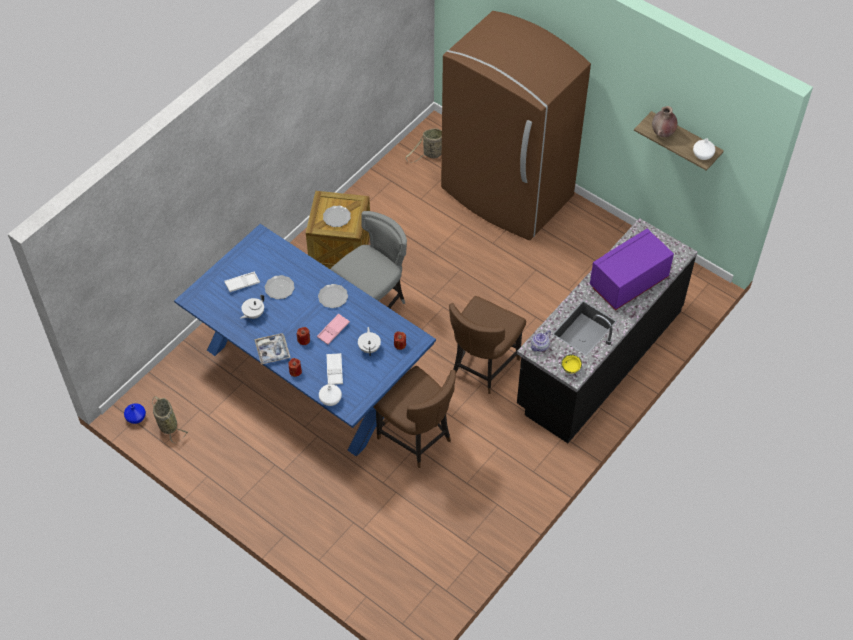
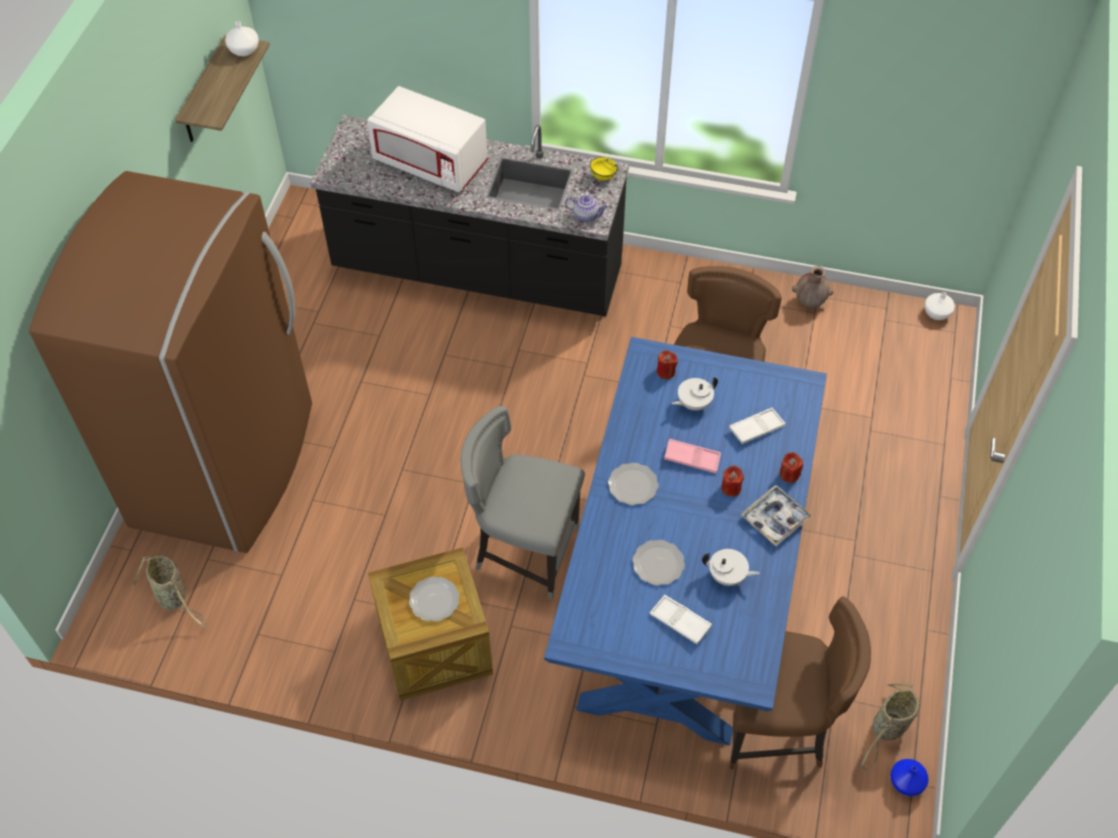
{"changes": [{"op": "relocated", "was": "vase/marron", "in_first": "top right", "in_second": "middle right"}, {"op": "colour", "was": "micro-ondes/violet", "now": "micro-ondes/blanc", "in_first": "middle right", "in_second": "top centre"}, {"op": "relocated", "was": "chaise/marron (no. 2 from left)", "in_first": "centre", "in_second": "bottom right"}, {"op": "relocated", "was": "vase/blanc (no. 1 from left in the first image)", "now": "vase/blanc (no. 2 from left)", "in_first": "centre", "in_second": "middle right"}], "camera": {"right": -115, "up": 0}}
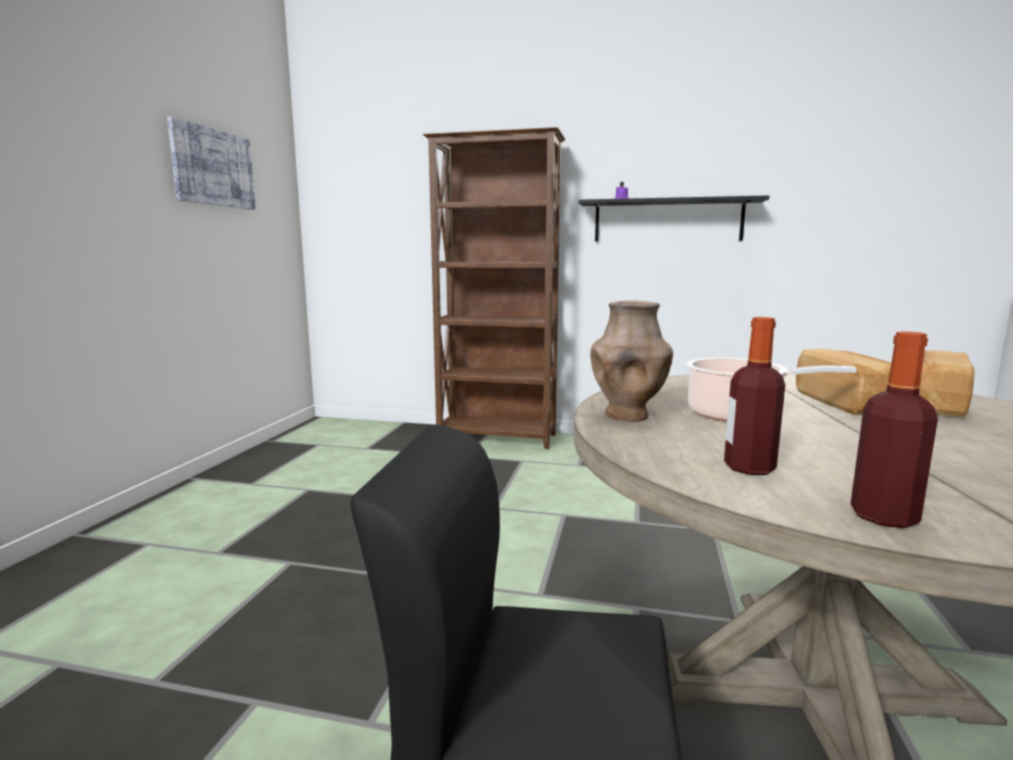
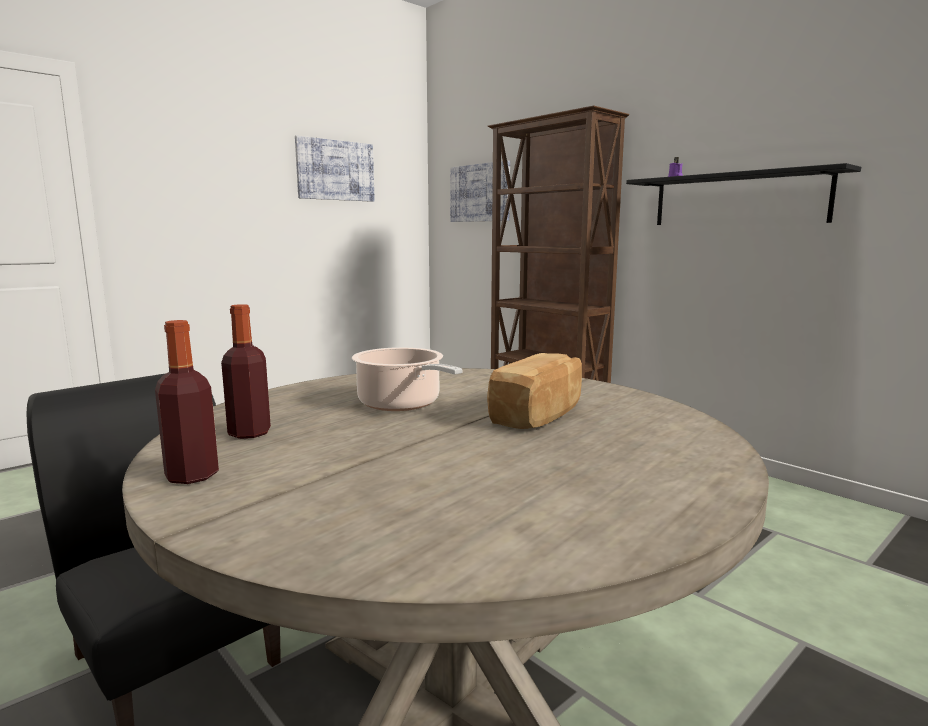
{"changes": [{"op": "missing", "was": "vase/marron", "in_first": "centre"}, {"op": "missing", "was": "pain (no. 2 from left)", "in_first": "middle right"}, {"op": "appeared", "now": "tableau (no. 2 from left)", "in_second": "top centre"}], "camera": {"right": 35, "up": 0}}
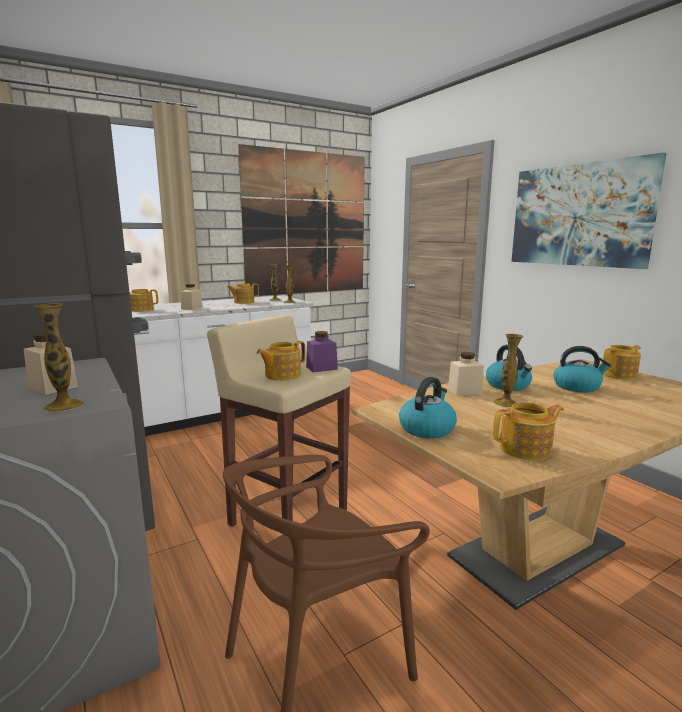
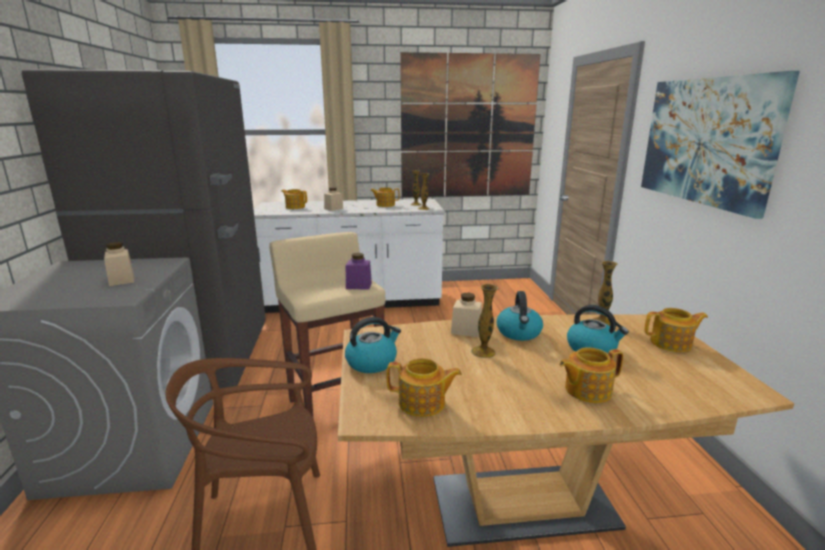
{"changes": [{"op": "relocated", "was": "vase (no. 1 from left in the first image)", "now": "vase (no. 4 from left)", "in_first": "middle left", "in_second": "middle right"}, {"op": "relocated", "was": "théière (no. 3 from left in the first image)", "now": "théière (no. 4 from left)", "in_first": "centre", "in_second": "bottom right"}], "camera": {"right": 25, "up": 5}}
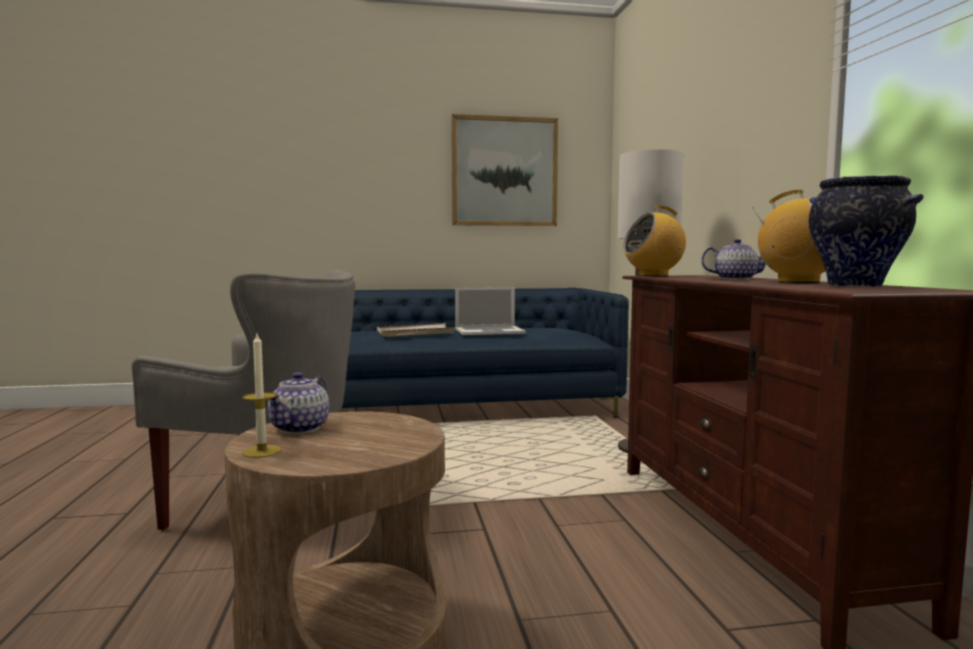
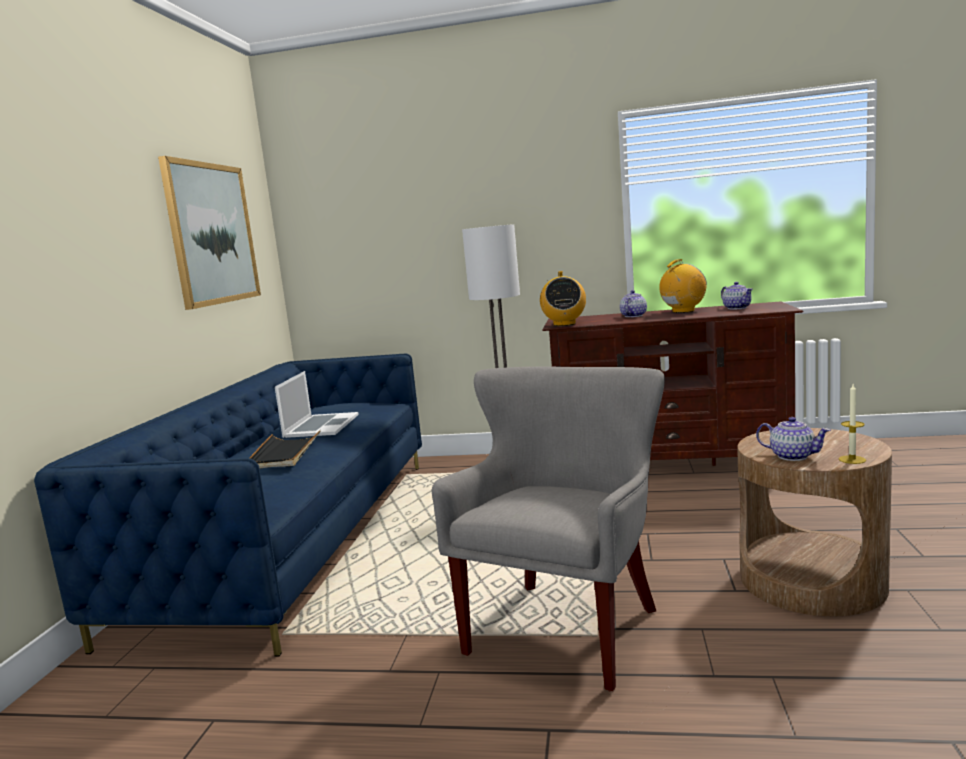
{"changes": [{"op": "exchanged", "was": "vase", "now": "théière (no. 2 from left)", "in_first": "middle right", "in_second": "middle right"}, {"op": "colour", "was": "plateau/blanc", "now": "plateau/noir", "in_first": "centre", "in_second": "middle left"}], "camera": {"right": -70, "up": 5}}
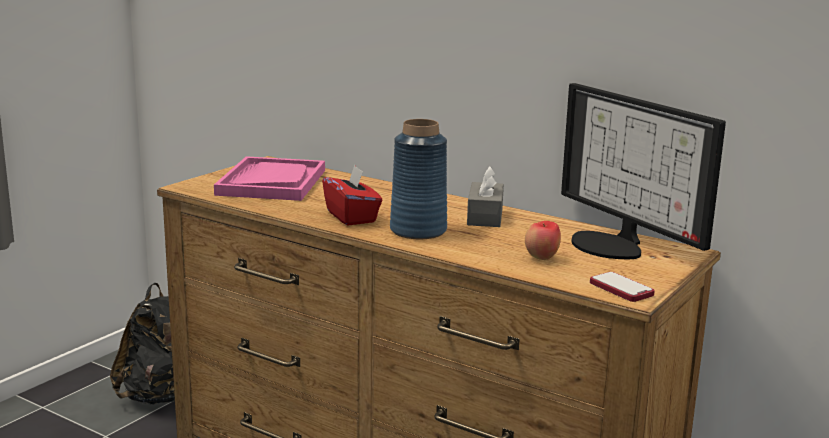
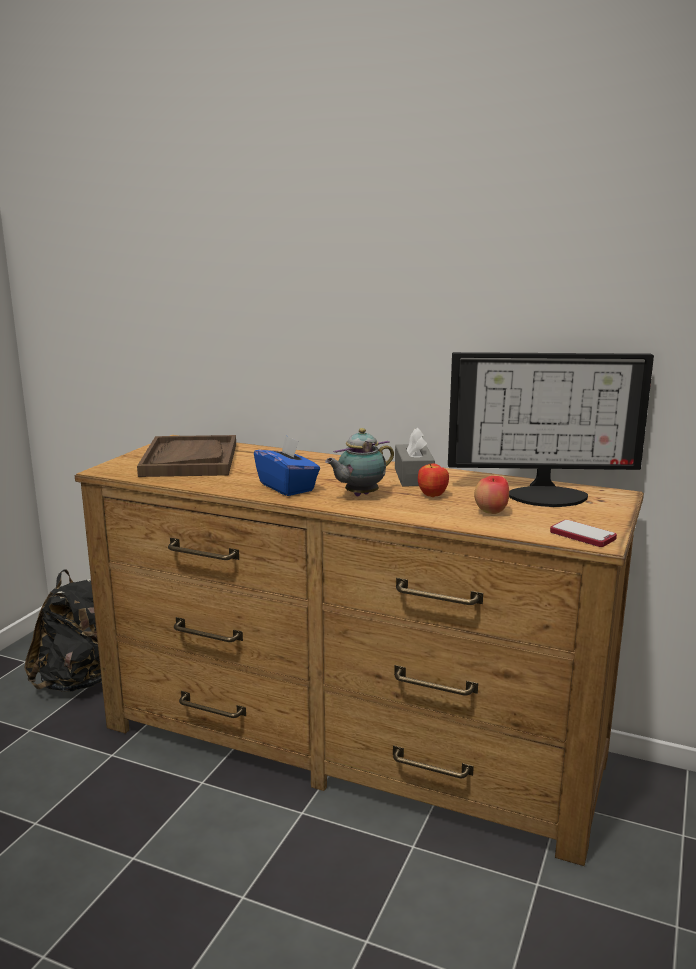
{"changes": [{"op": "spun", "was": "écran d'ordinateur", "in_first": "middle right", "in_second": "middle right", "clockwise": -45}, {"op": "exchanged", "was": "vase/bleu", "now": "théière", "in_first": "centre", "in_second": "centre"}, {"op": "colour", "was": "plateau/rose", "now": "plateau/marron", "in_first": "middle left", "in_second": "middle left"}, {"op": "colour", "was": "boîte à mouchoirs/rouge", "now": "boîte à mouchoirs/bleu", "in_first": "centre", "in_second": "centre"}, {"op": "appeared", "now": "pomme (no. 1 from left)", "in_second": "centre"}], "camera": {"right": -10, "up": 0}}
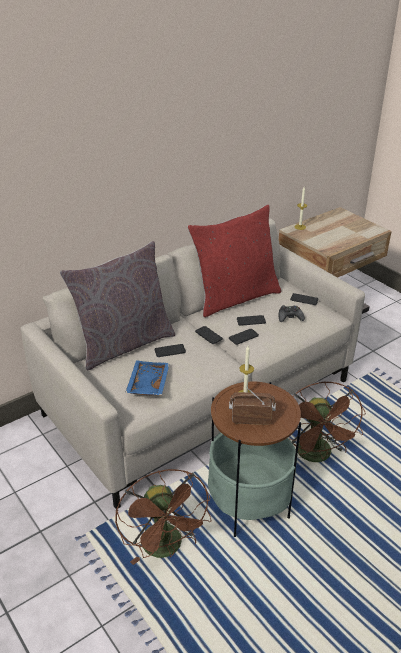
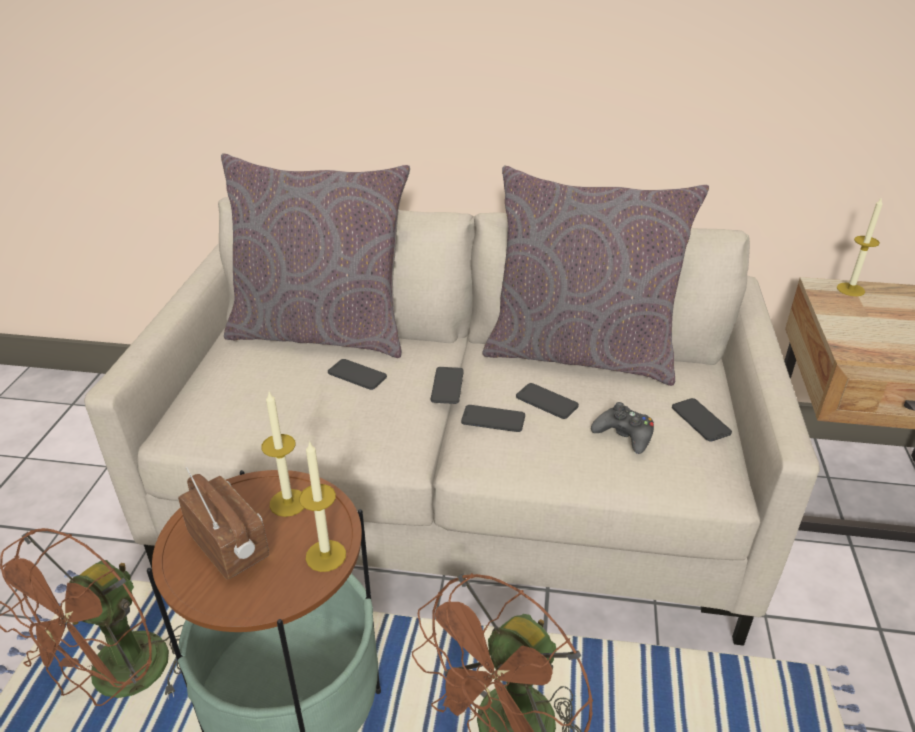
{"changes": [{"op": "colour", "was": "coussin/rouge", "now": "coussin/gris (no. 2 from left)", "in_first": "centre", "in_second": "centre"}, {"op": "missing", "was": "plateau/bleu", "in_first": "centre"}, {"op": "appeared", "now": "bougie (no. 2 from left)", "in_second": "bottom centre"}], "camera": {"right": 45, "up": 0}}
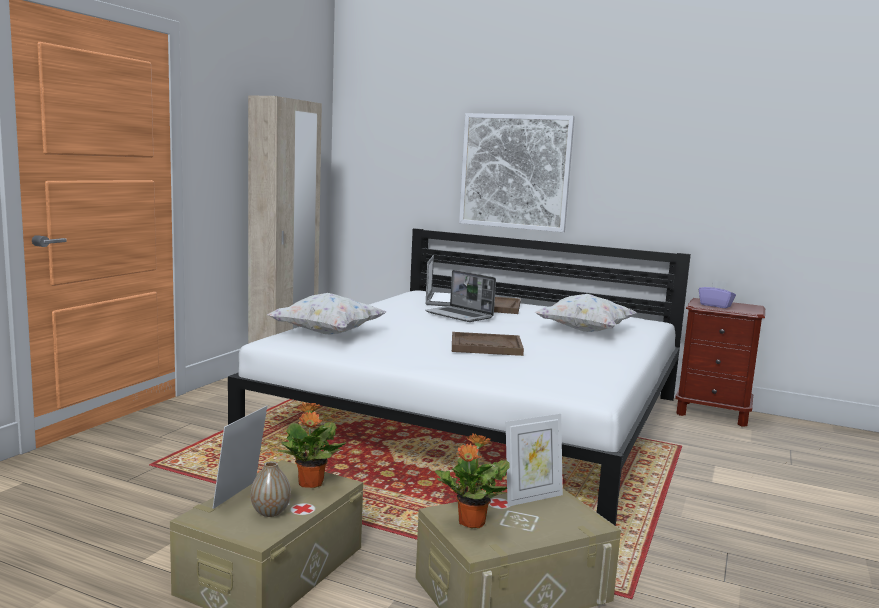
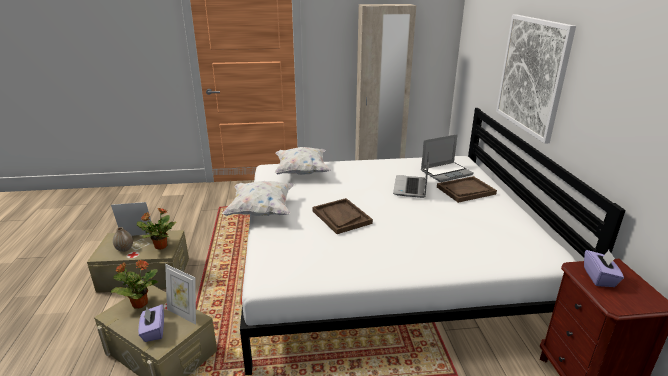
{"changes": [{"op": "relocated", "was": "coussin/blanc (no. 2 from left in the first image)", "now": "coussin/blanc (no. 1 from left)", "in_first": "middle right", "in_second": "centre"}, {"op": "appeared", "now": "boîte à mouchoirs/violet (no. 1 from left)", "in_second": "bottom left"}], "camera": {"right": 60, "up": 15}}
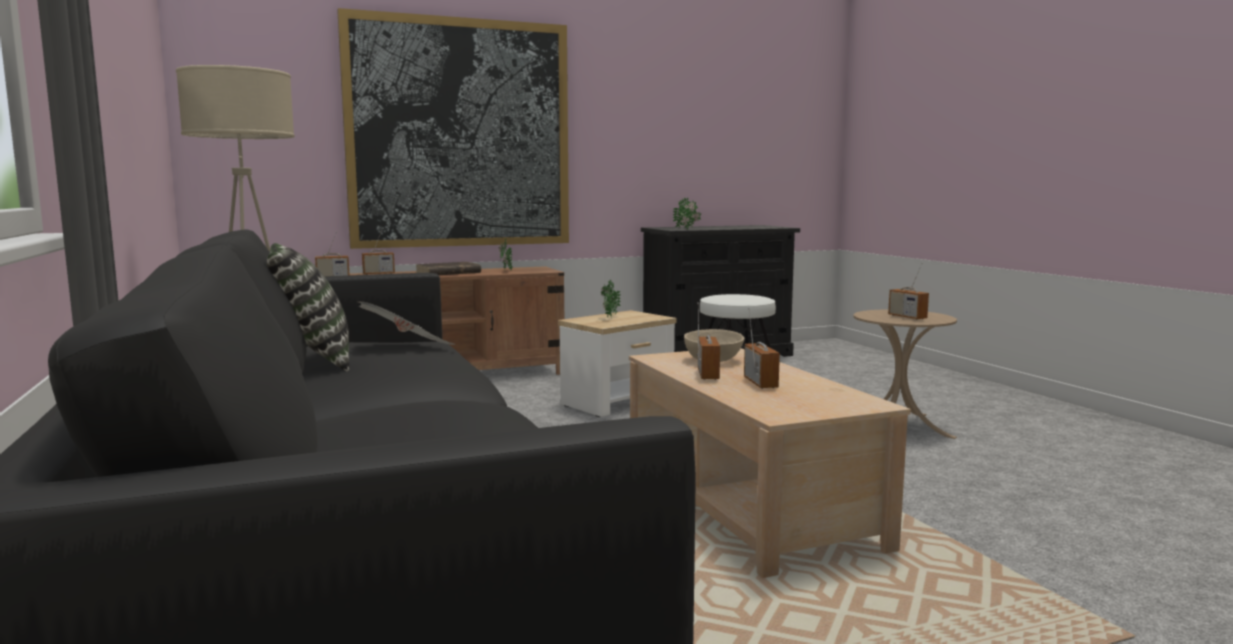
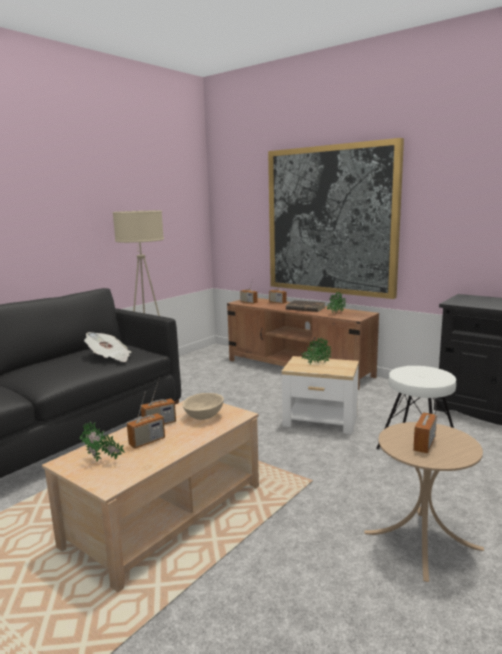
{"changes": [{"op": "relocated", "was": "plante en pot (no. 3 from left in the first image)", "now": "plante en pot (no. 1 from left)", "in_first": "top centre", "in_second": "bottom left"}, {"op": "missing", "was": "coussin", "in_first": "middle left"}], "camera": {"right": 60, "up": 5}}
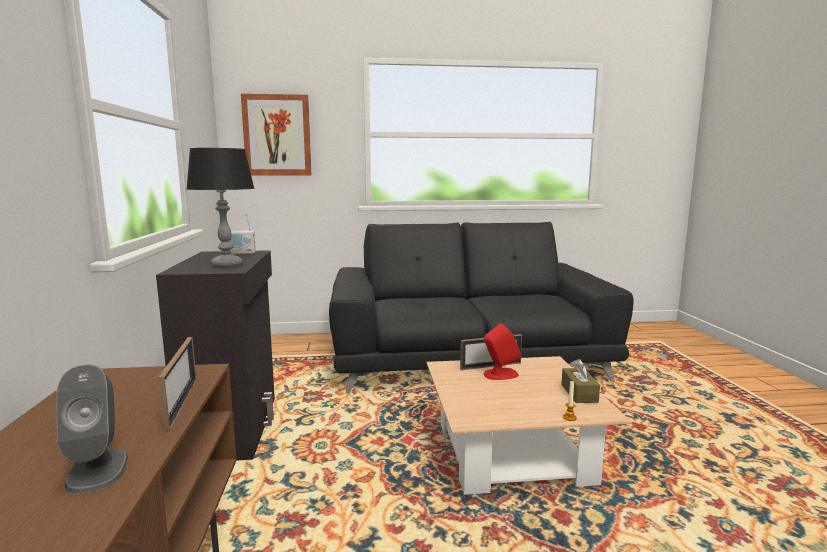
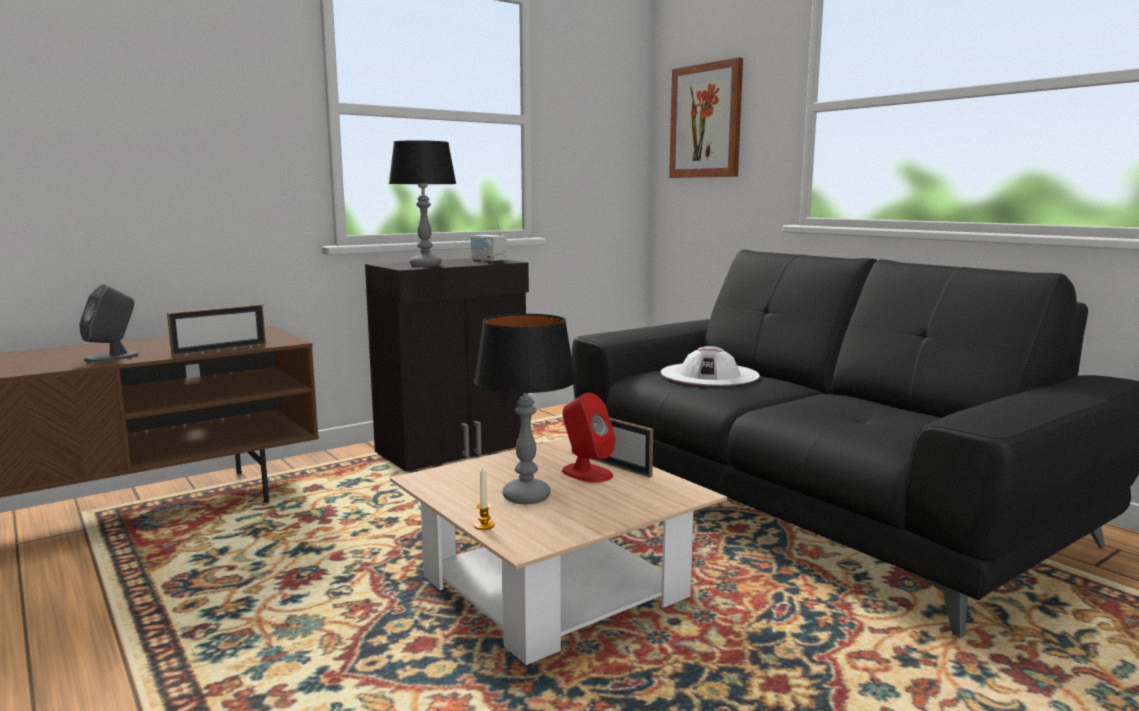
{"changes": [{"op": "missing", "was": "boîte à mouchoirs/marron", "in_first": "bottom right"}, {"op": "appeared", "now": "lampe de table (no. 2 from left)", "in_second": "centre"}, {"op": "appeared", "now": "chapeau/blanc", "in_second": "centre"}], "camera": {"right": 60, "up": 0}}
